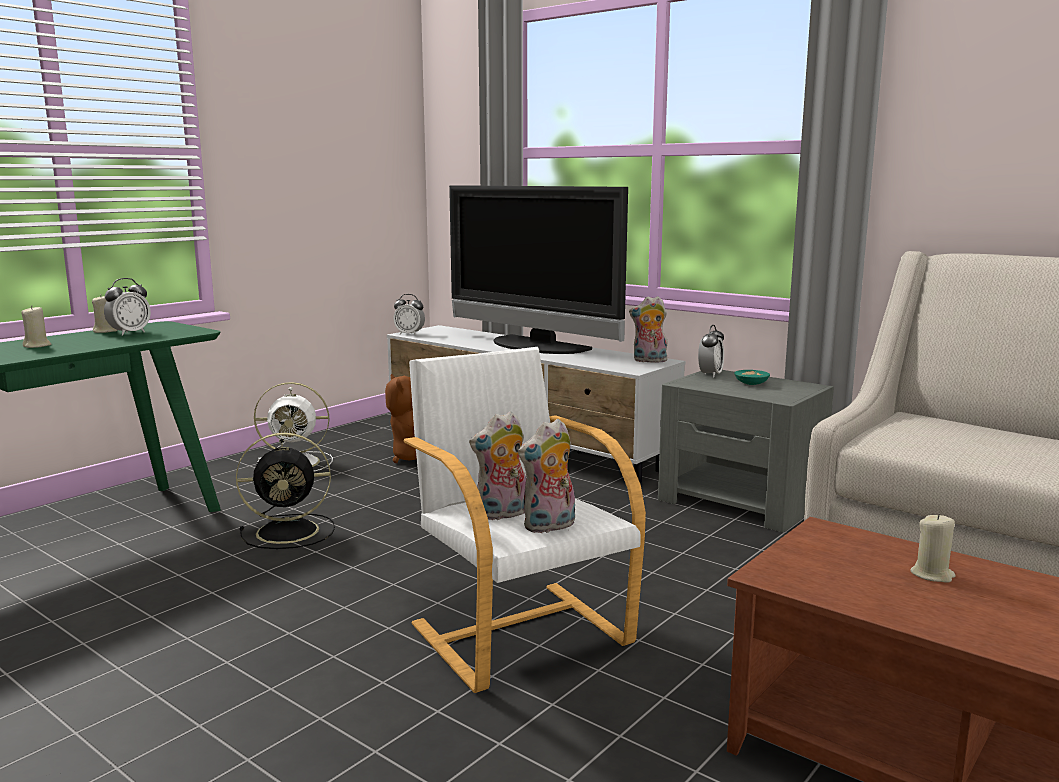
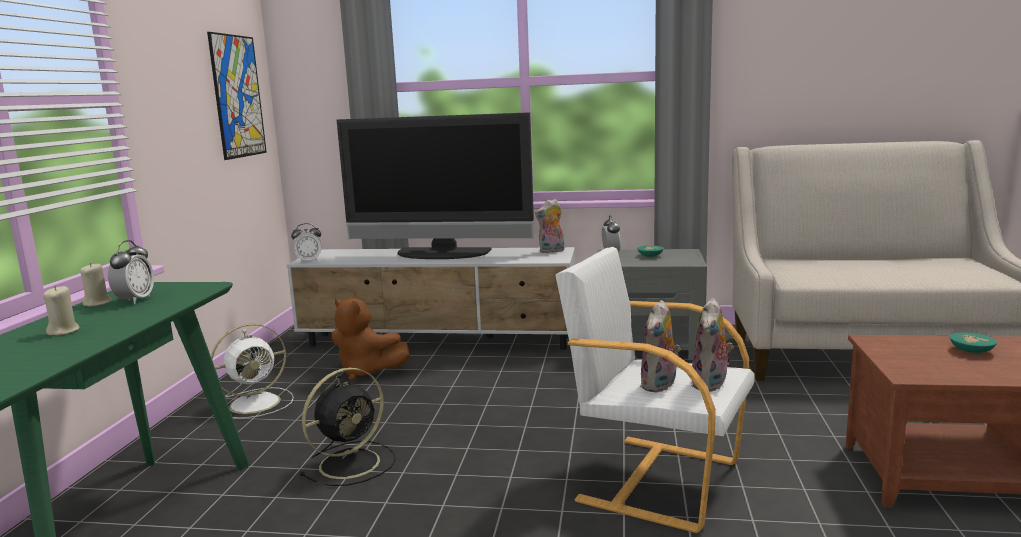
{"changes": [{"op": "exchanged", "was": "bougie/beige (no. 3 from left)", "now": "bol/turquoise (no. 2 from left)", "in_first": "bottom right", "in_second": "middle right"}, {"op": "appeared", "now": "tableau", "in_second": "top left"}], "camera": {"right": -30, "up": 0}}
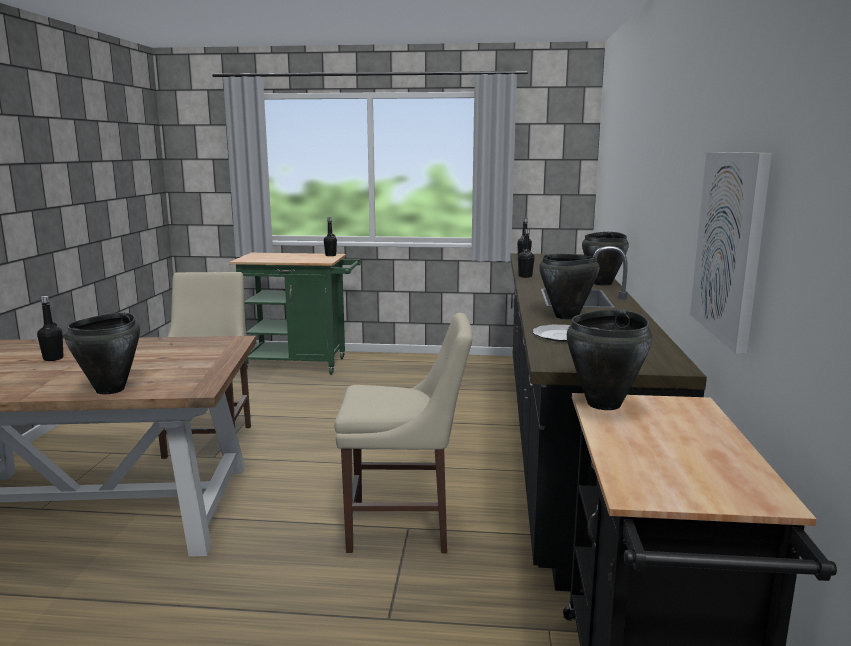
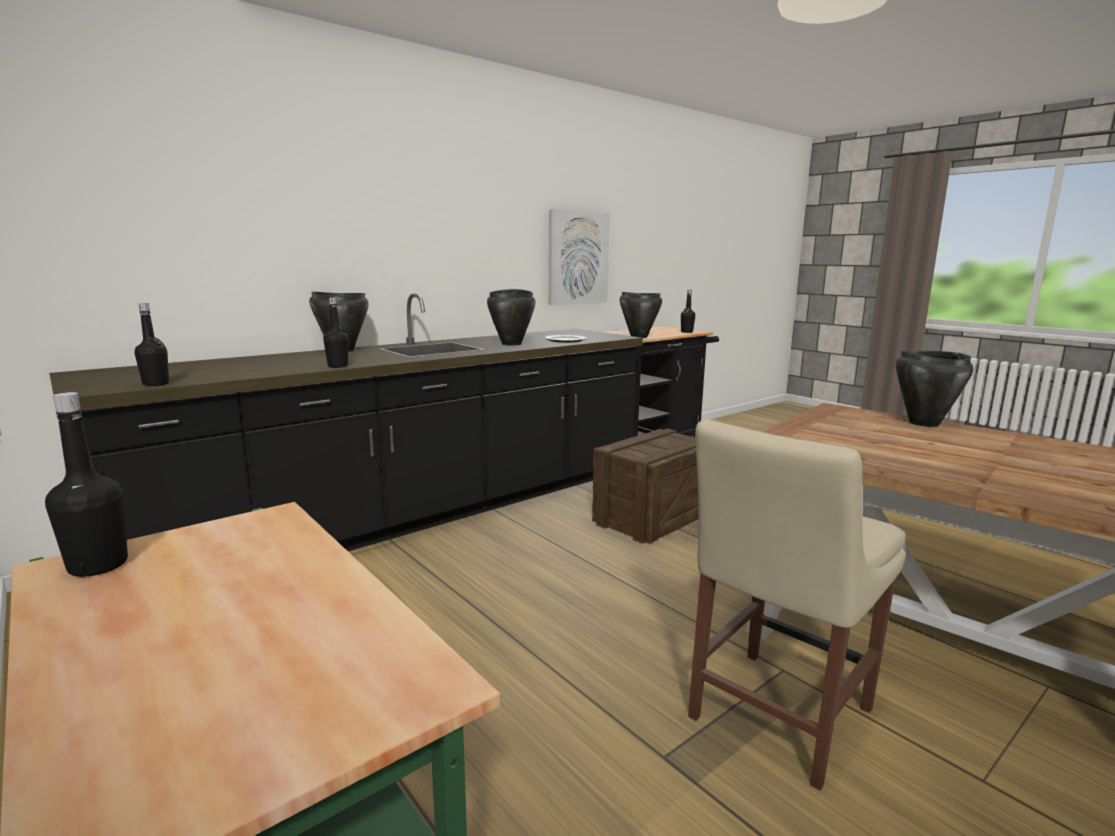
{"changes": [{"op": "relocated", "was": "bouteille/noir (no. 1 from left in the first image)", "now": "bouteille/noir (no. 4 from left)", "in_first": "middle left", "in_second": "centre"}, {"op": "exchanged", "was": "chaise/beige (no. 2 from left)", "now": "caisse", "in_first": "bottom centre", "in_second": "centre"}], "camera": {"right": -135, "up": 0}}
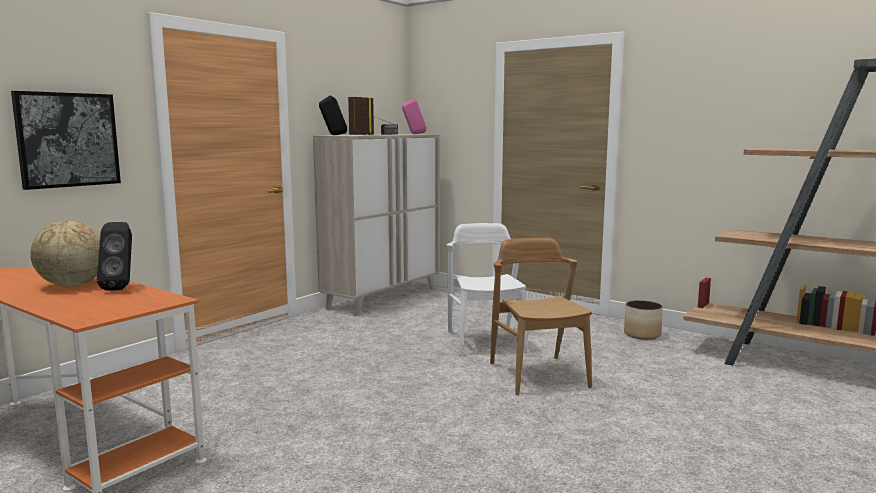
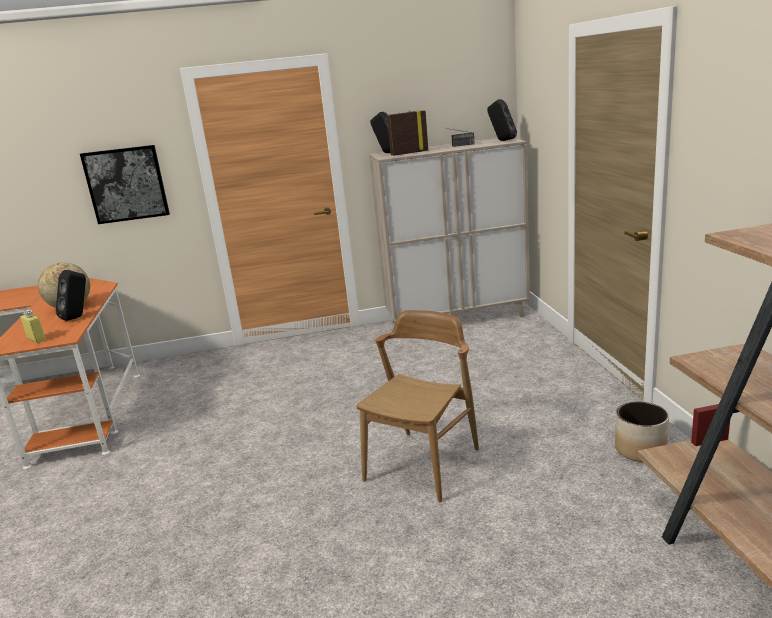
{"changes": [{"op": "colour", "was": "enceinte/rose", "now": "enceinte/noir (no. 3 from left)", "in_first": "top centre", "in_second": "top centre"}, {"op": "missing", "was": "chaise/blanc", "in_first": "centre"}, {"op": "appeared", "now": "bouteille/jaune", "in_second": "middle left"}], "camera": {"right": 45, "up": 10}}
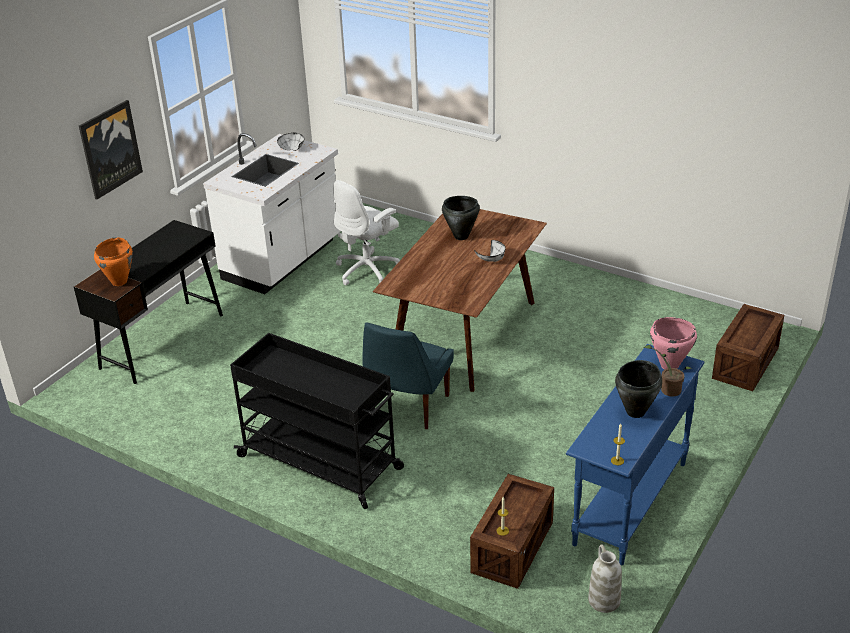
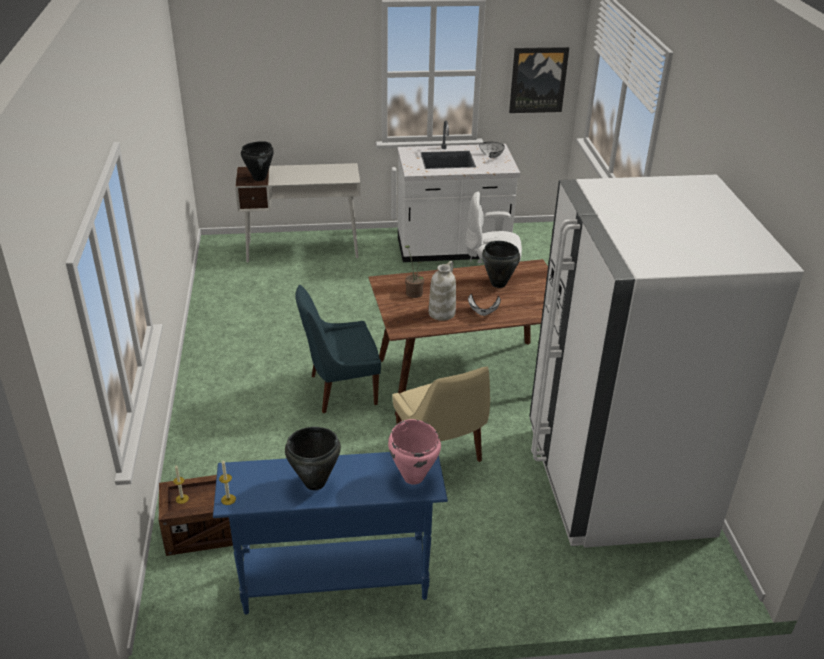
{"changes": [{"op": "relocated", "was": "tableau", "in_first": "top left", "in_second": "top centre"}, {"op": "colour", "was": "bureau/noir", "now": "bureau/blanc", "in_first": "middle left", "in_second": "top centre"}, {"op": "colour", "was": "marmite/orange", "now": "marmite/noir (no. 1 from left)", "in_first": "middle left", "in_second": "top left"}, {"op": "missing", "was": "caisse (no. 2 from left)", "in_first": "middle right"}, {"op": "missing", "was": "chariot/noir", "in_first": "centre"}, {"op": "relocated", "was": "plante en pot", "in_first": "middle right", "in_second": "centre"}, {"op": "relocated", "was": "vase/blanc", "in_first": "bottom right", "in_second": "centre"}, {"op": "appeared", "now": "réfrigérateur/blanc", "in_second": "middle right"}, {"op": "appeared", "now": "chaise/beige", "in_second": "centre"}], "camera": {"right": 50, "up": 0}}
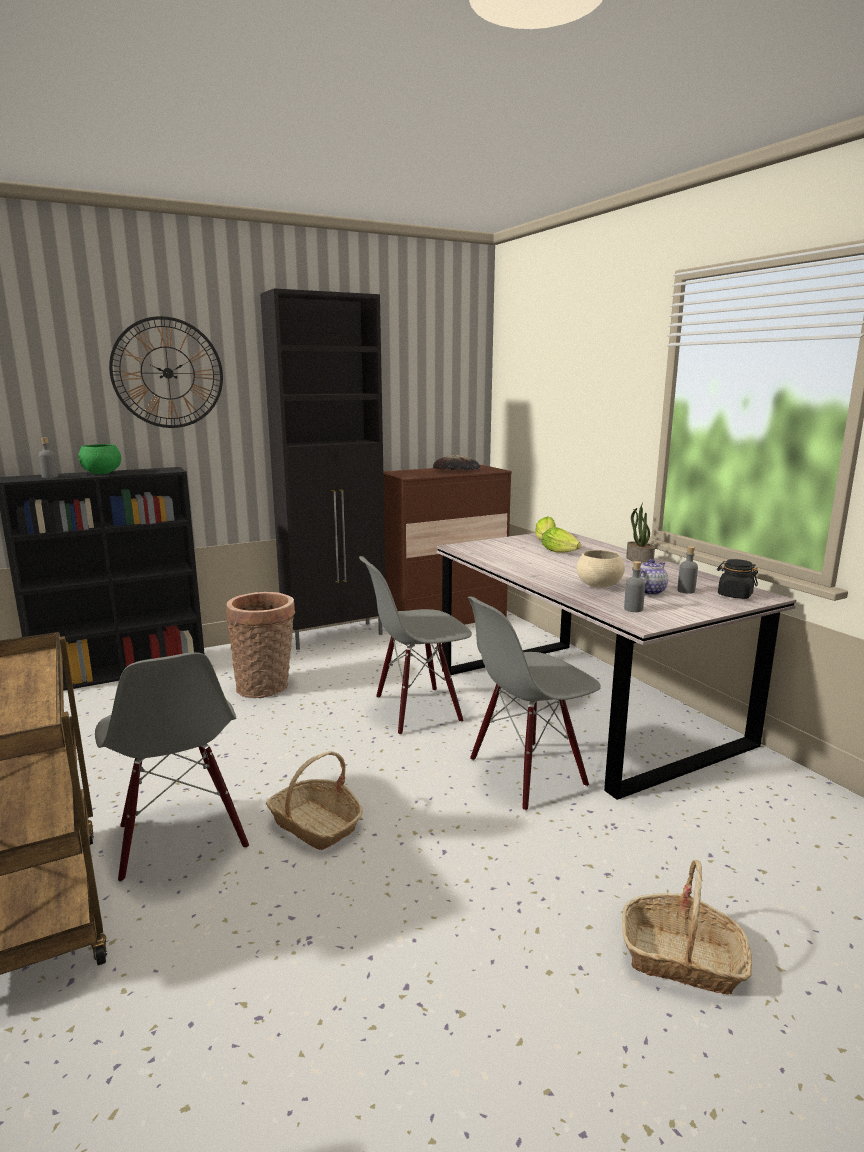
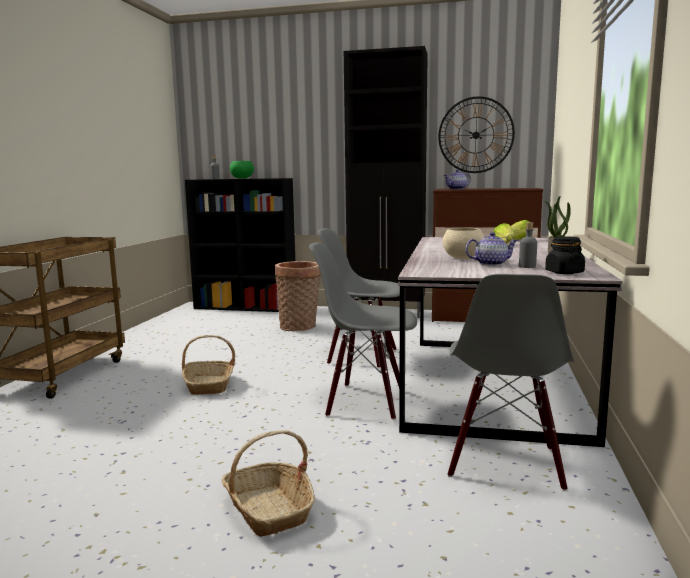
{"changes": [{"op": "relocated", "was": "horloge murale", "in_first": "top left", "in_second": "top right"}, {"op": "missing", "was": "pain", "in_first": "centre"}, {"op": "missing", "was": "bouteille/gris (no. 2 from left)", "in_first": "middle right"}, {"op": "relocated", "was": "chaise/gris (no. 1 from left in the first image)", "now": "chaise/gris (no. 3 from left)", "in_first": "middle left", "in_second": "middle right"}, {"op": "appeared", "now": "théière (no. 1 from left)", "in_second": "top centre"}], "camera": {"right": 40, "up": -5}}
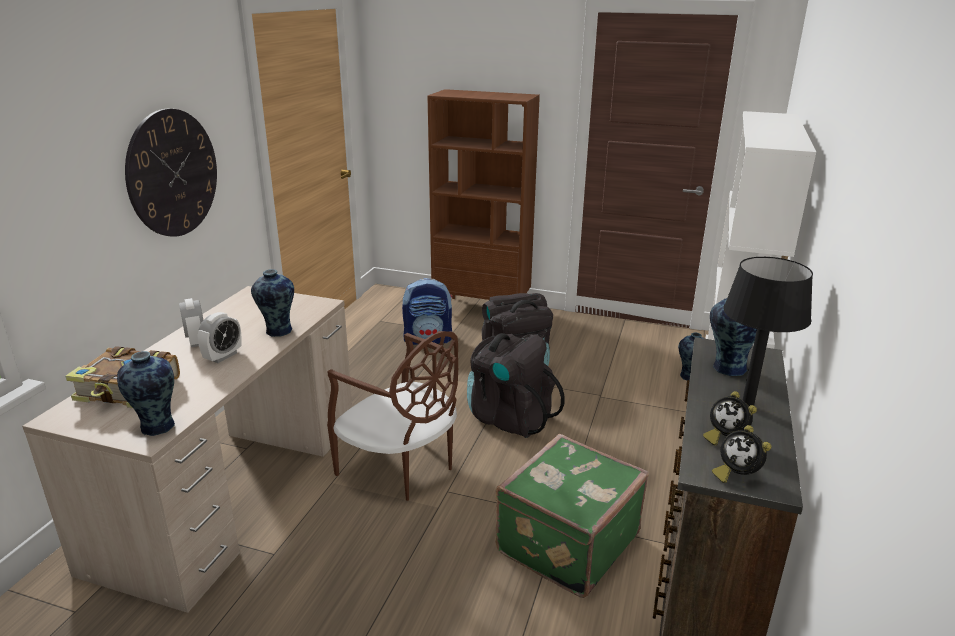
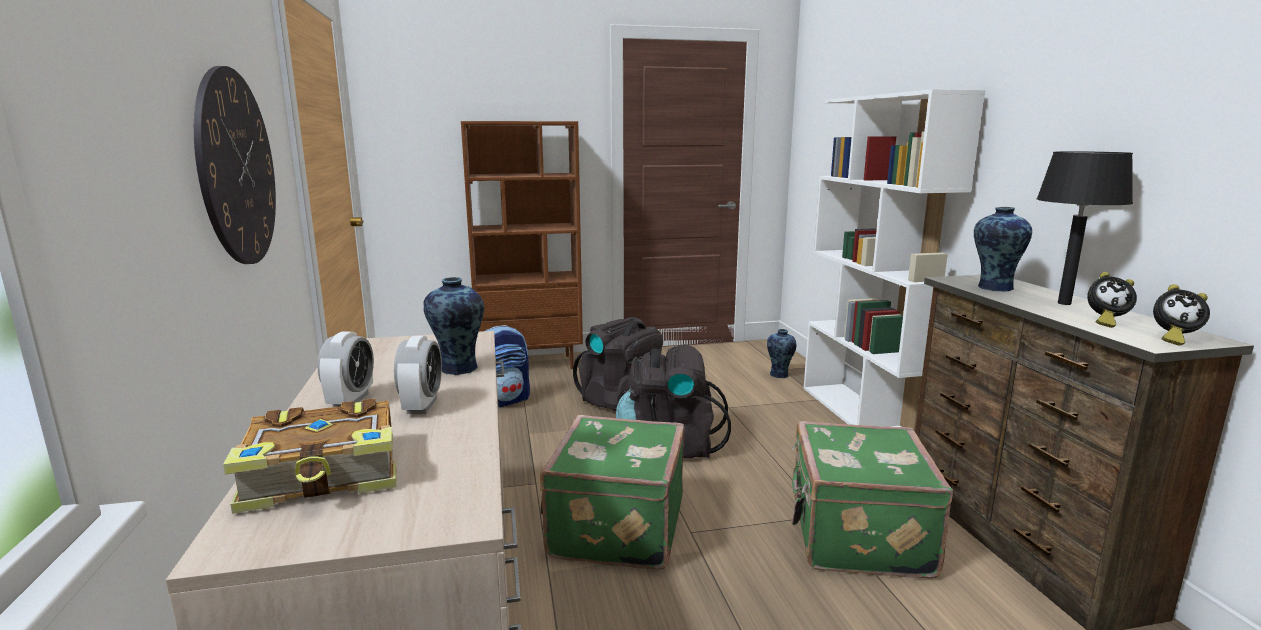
{"changes": [{"op": "spun", "was": "réveil (no. 1 from left)", "in_first": "middle left", "in_second": "middle left", "clockwise": -120}, {"op": "exchanged", "was": "chaise/marron", "now": "valise/vert (no. 1 from left)", "in_first": "centre", "in_second": "bottom centre"}, {"op": "missing", "was": "vase (no. 1 from left)", "in_first": "middle left"}], "camera": {"right": -30, "up": -10}}
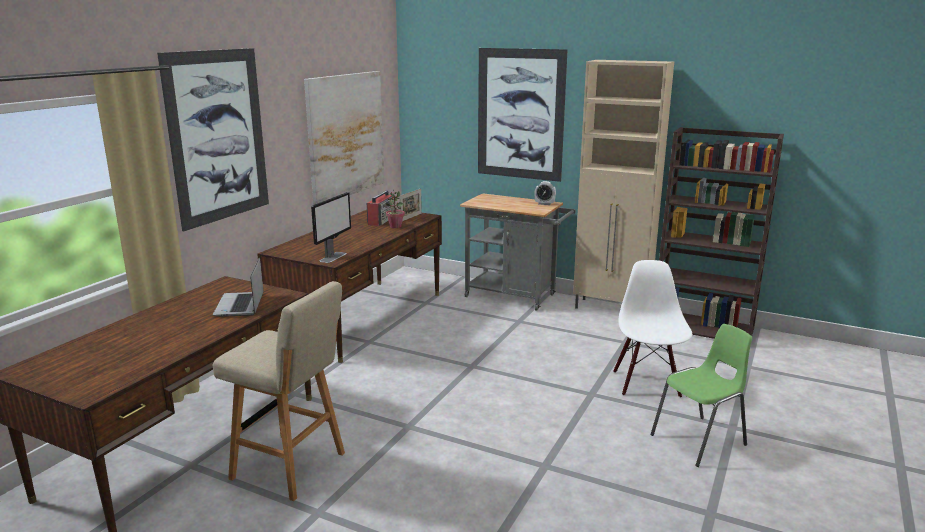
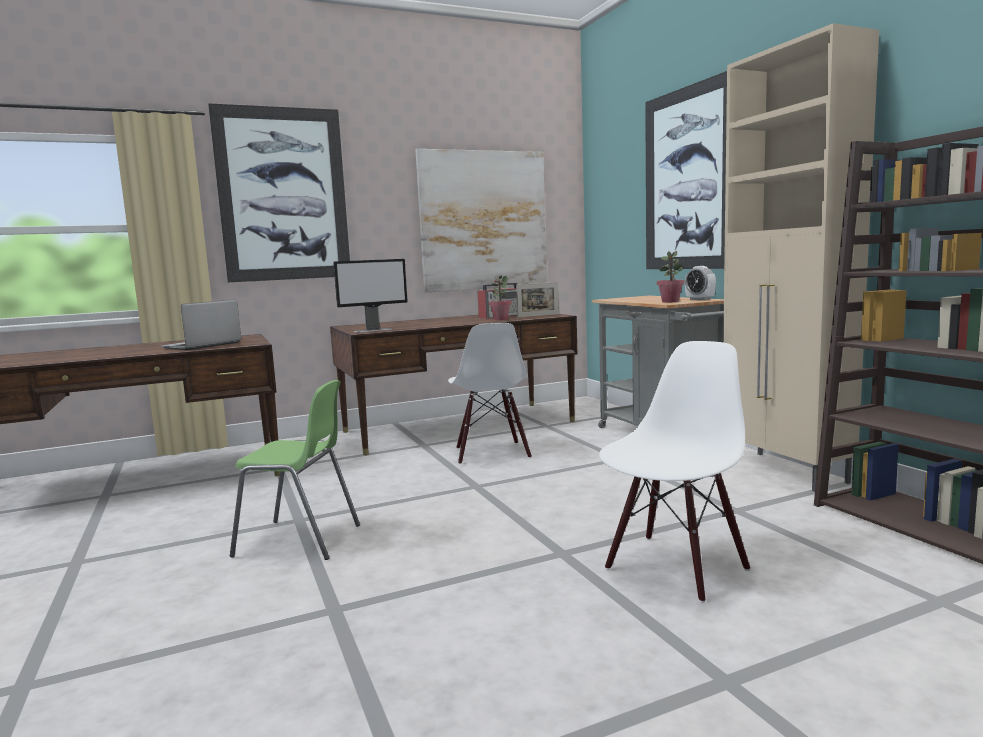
{"changes": [{"op": "missing", "was": "tabouret/beige", "in_first": "bottom left"}, {"op": "relocated", "was": "chaise/vert", "in_first": "bottom right", "in_second": "middle left"}, {"op": "appeared", "now": "plante en pot (no. 2 from left)", "in_second": "middle right"}, {"op": "appeared", "now": "chaise/blanc (no. 1 from left)", "in_second": "centre"}], "camera": {"right": 40, "up": -10}}
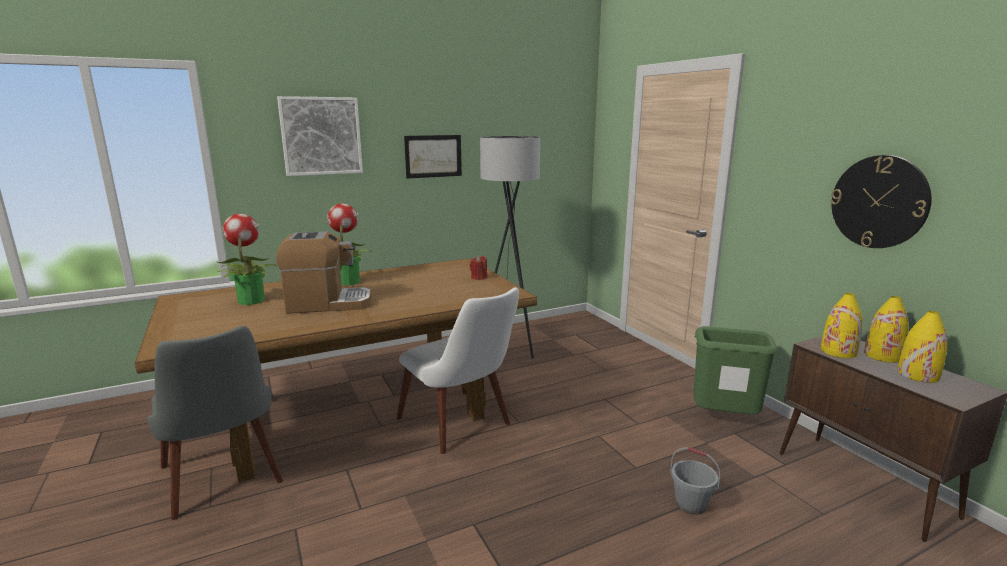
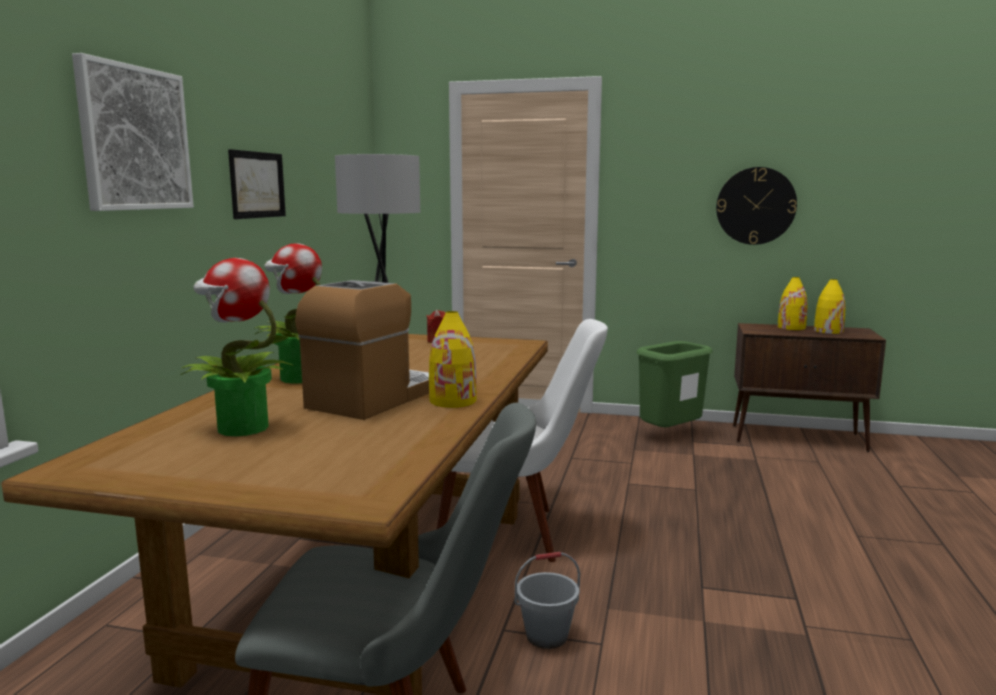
{"changes": [{"op": "relocated", "was": "vase/jaune (no. 1 from left)", "in_first": "middle right", "in_second": "centre"}, {"op": "relocated", "was": "seau/gris", "in_first": "bottom right", "in_second": "bottom centre"}], "camera": {"right": -50, "up": -5}}
